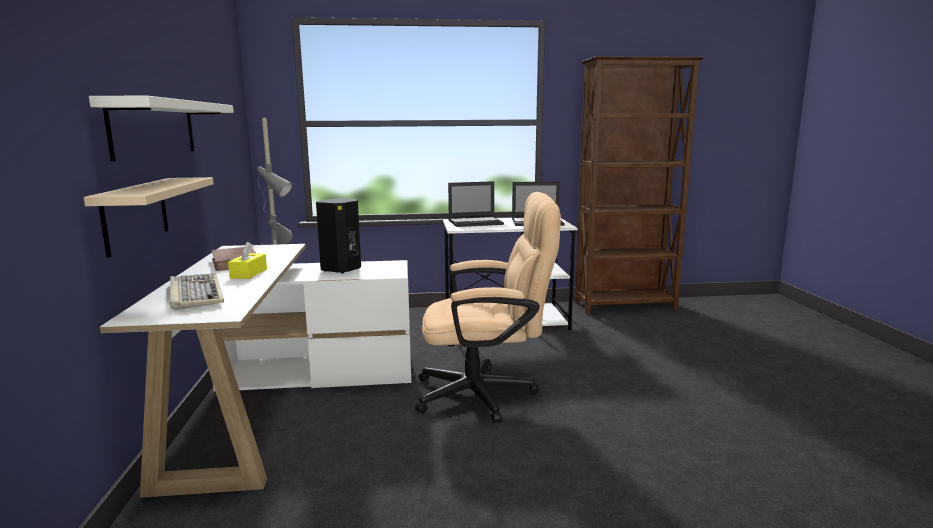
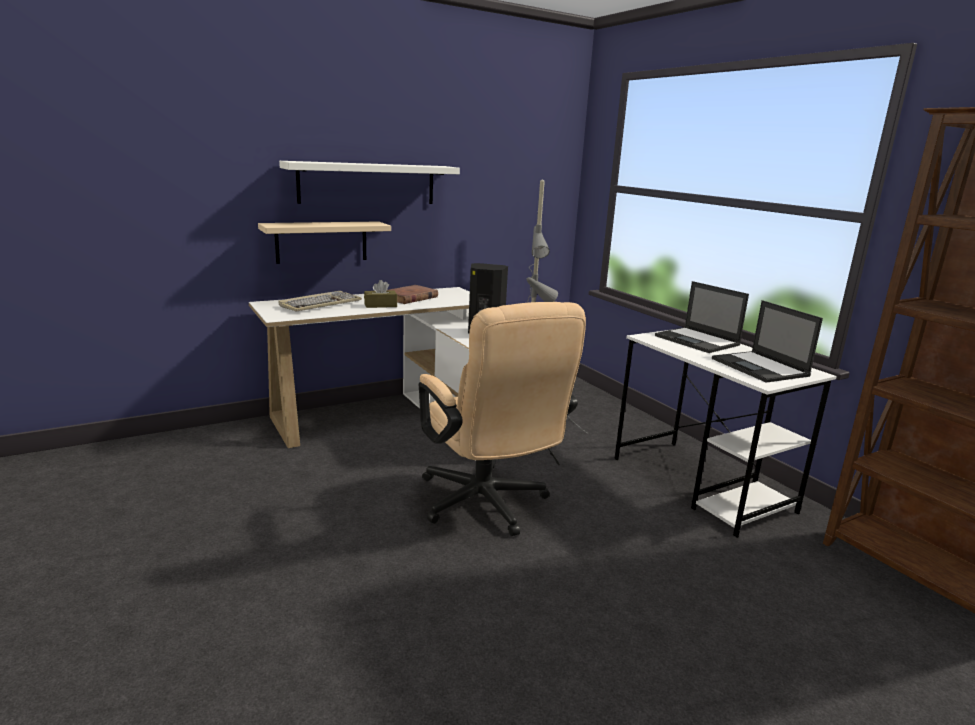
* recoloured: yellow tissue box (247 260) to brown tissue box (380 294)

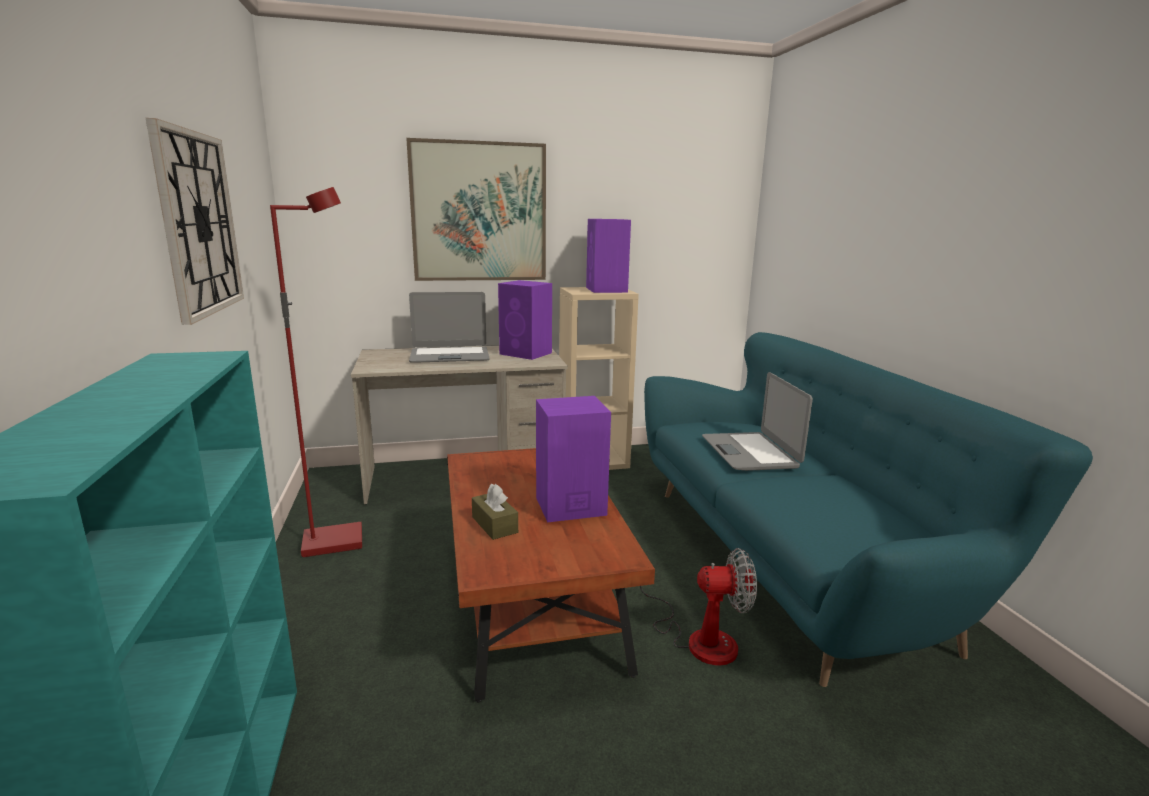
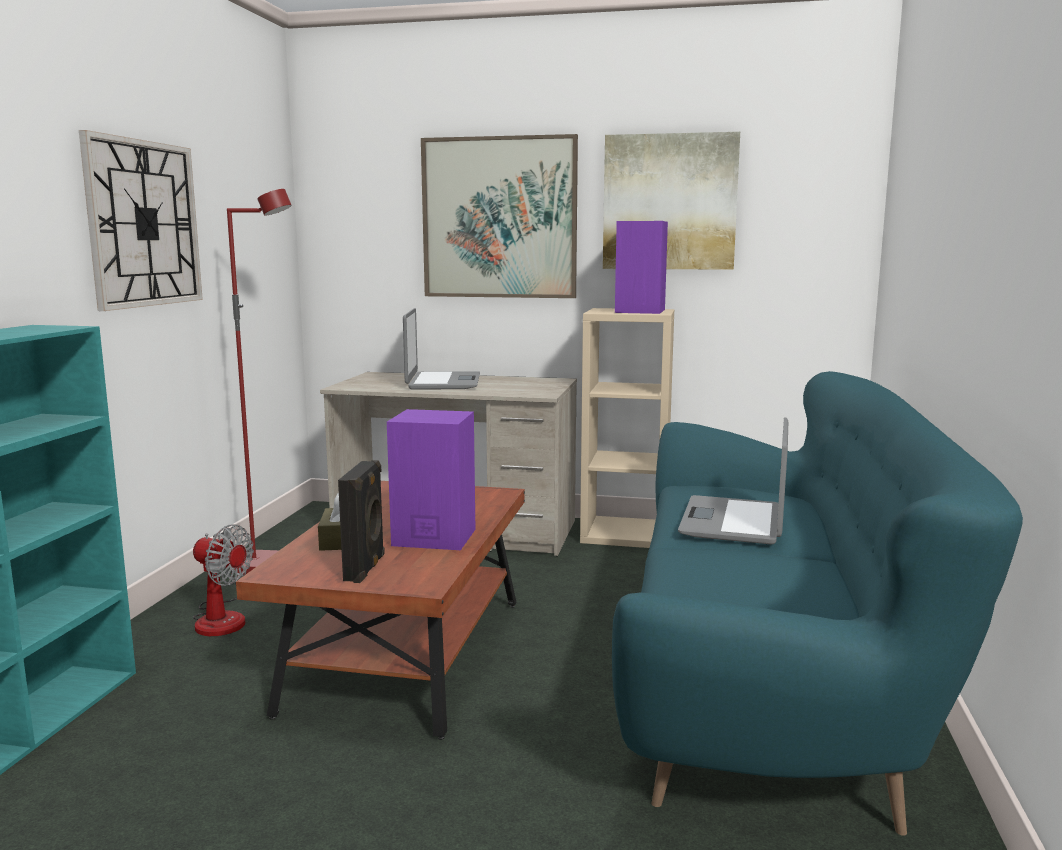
* turned: laptop (449 327) = (441 348) 105 degrees counterclockwise
* removed: purple speaker (525 320)
* moved: fan (698 607) to (223 580)
* added: black speaker (361 521)
* added: picture (671 201)

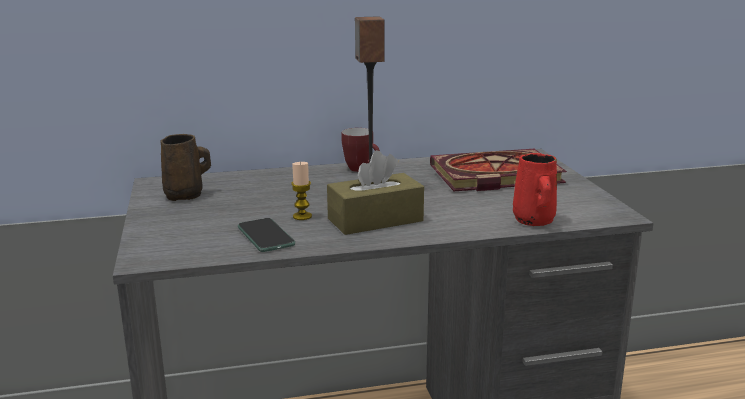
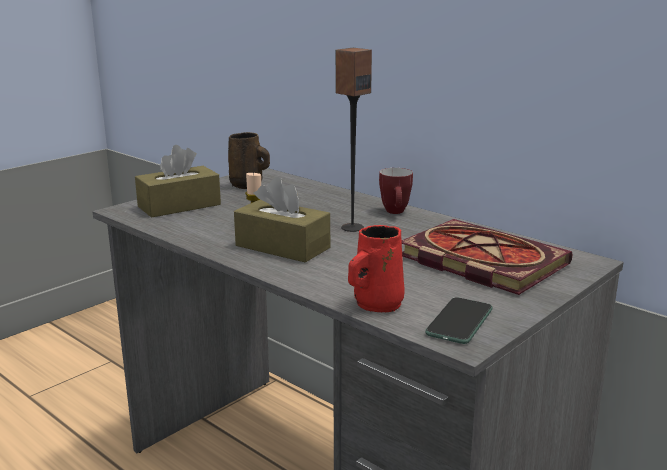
* moved: phone (266 235) to (458 320)
* added: brown tissue box (178 181)

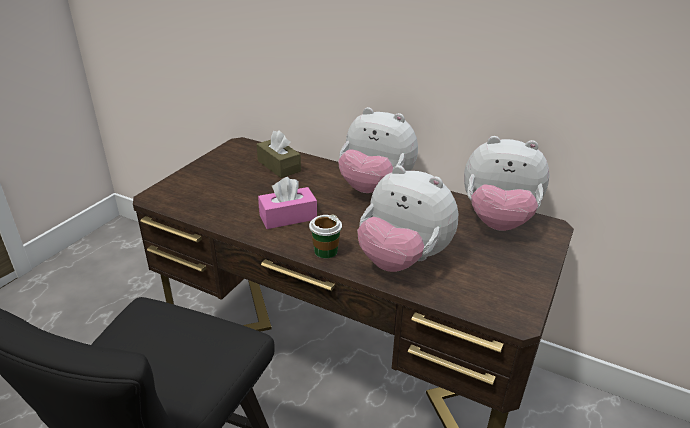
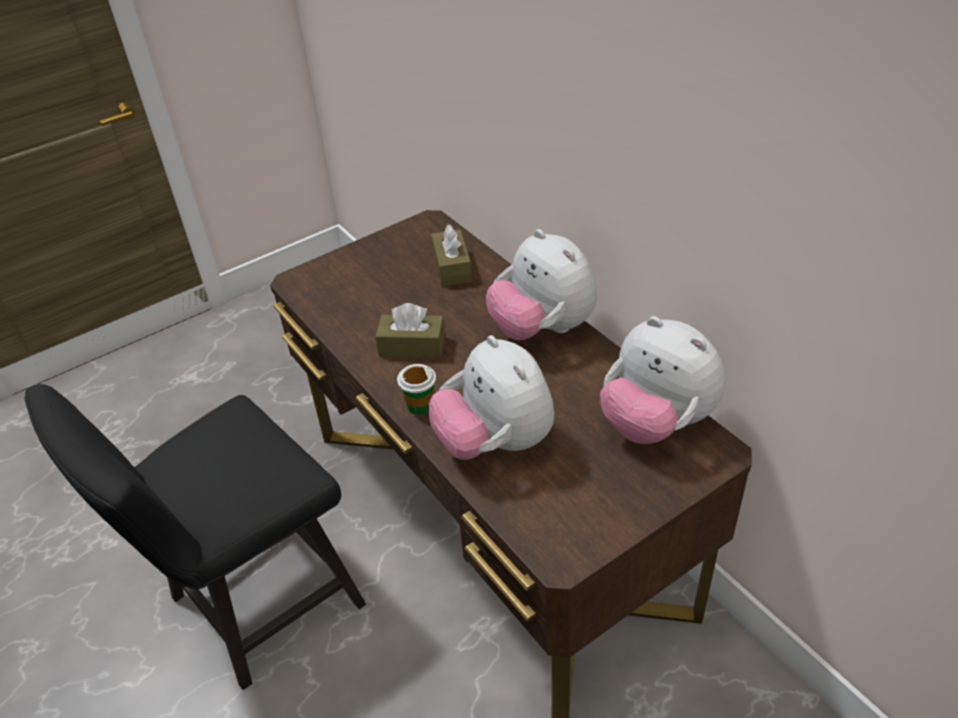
* recoloured: pink tissue box (287 203) to brown tissue box (410 330)

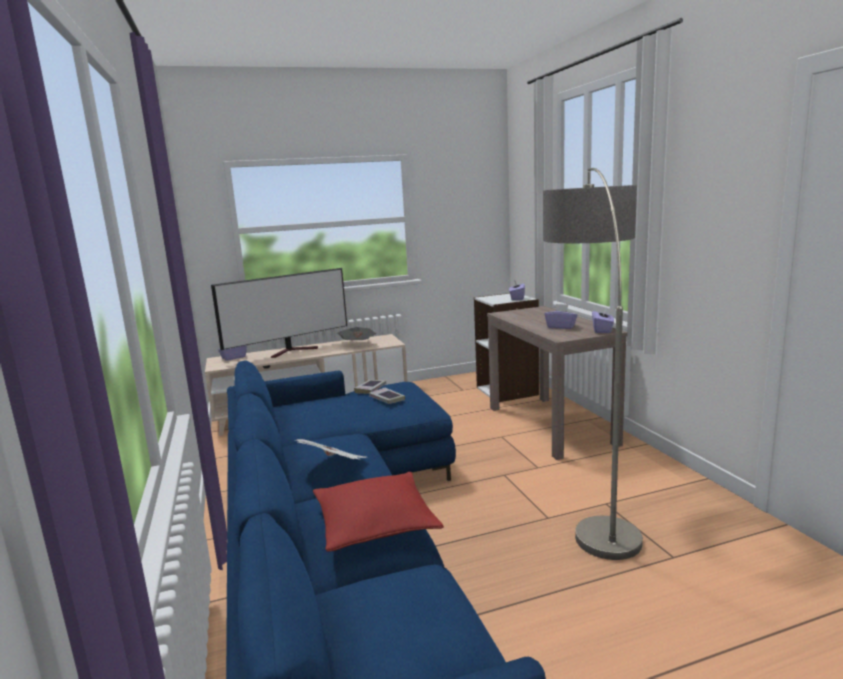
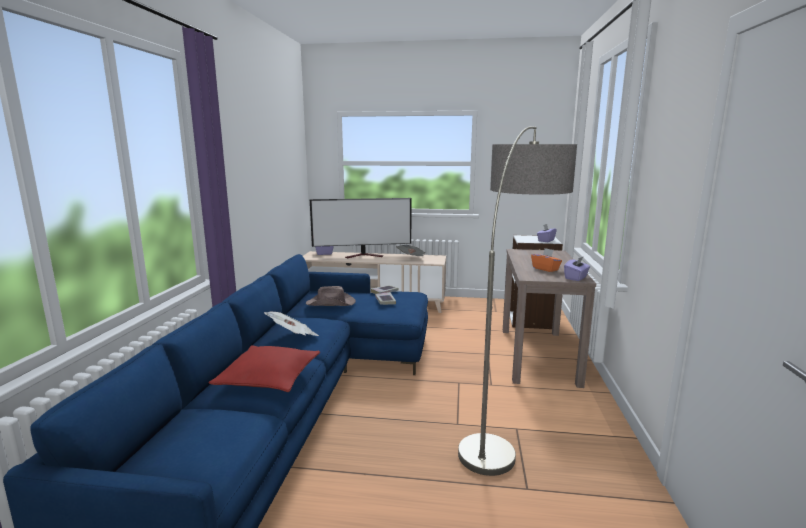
* recoloured: purple tissue box (561 316) to orange tissue box (546 260)
* added: brown hat (331 296)

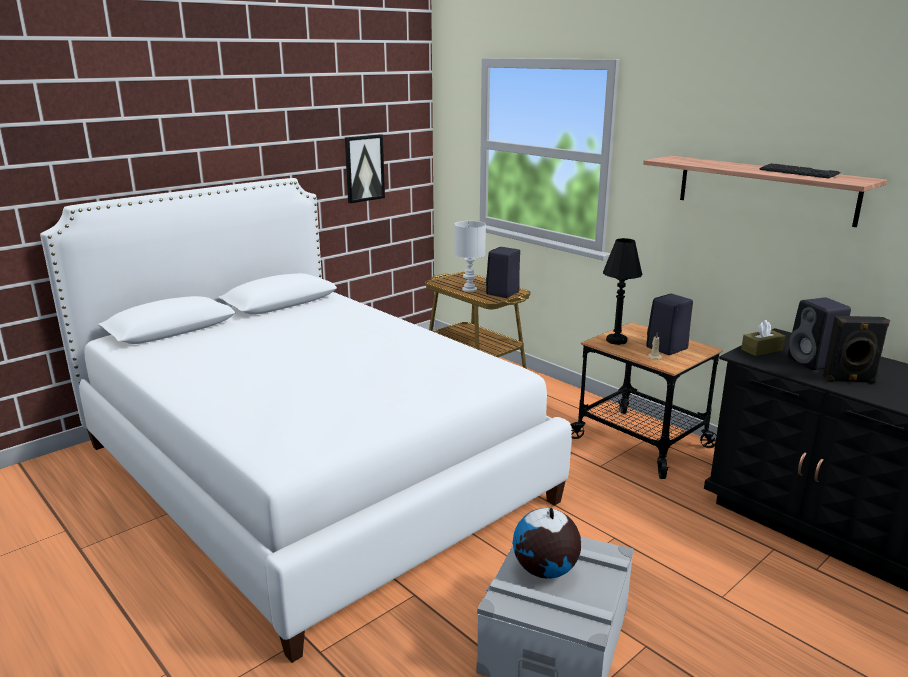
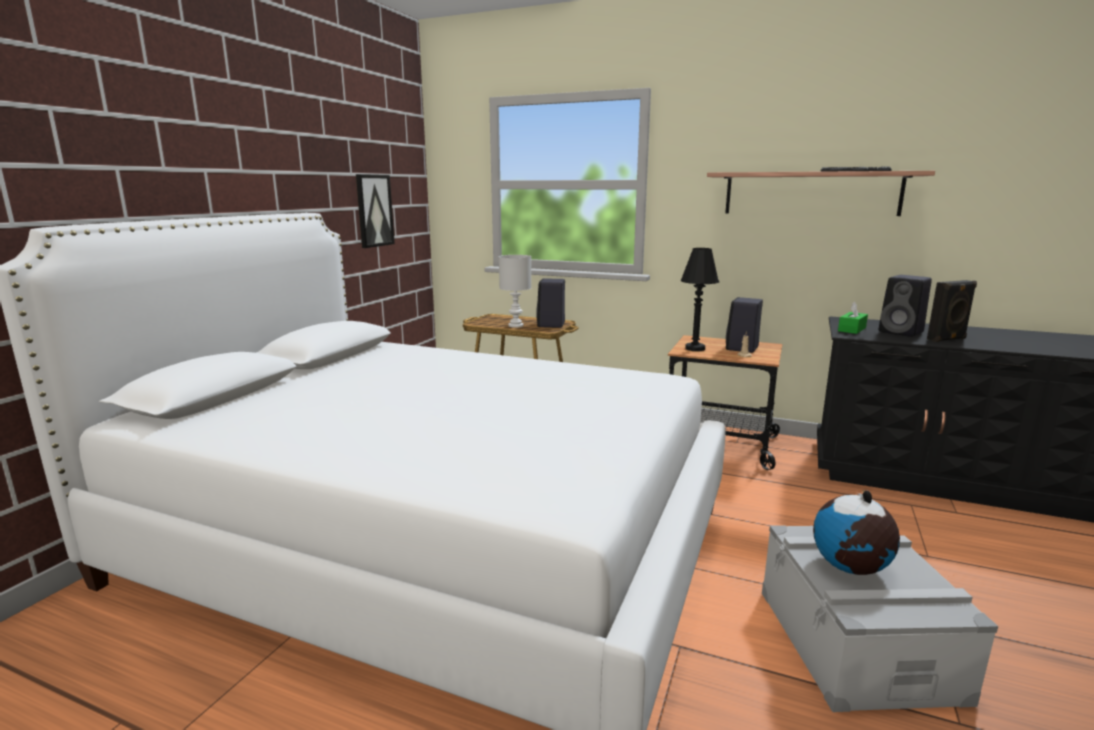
* recoloured: brown tissue box (763 338) to green tissue box (853 317)

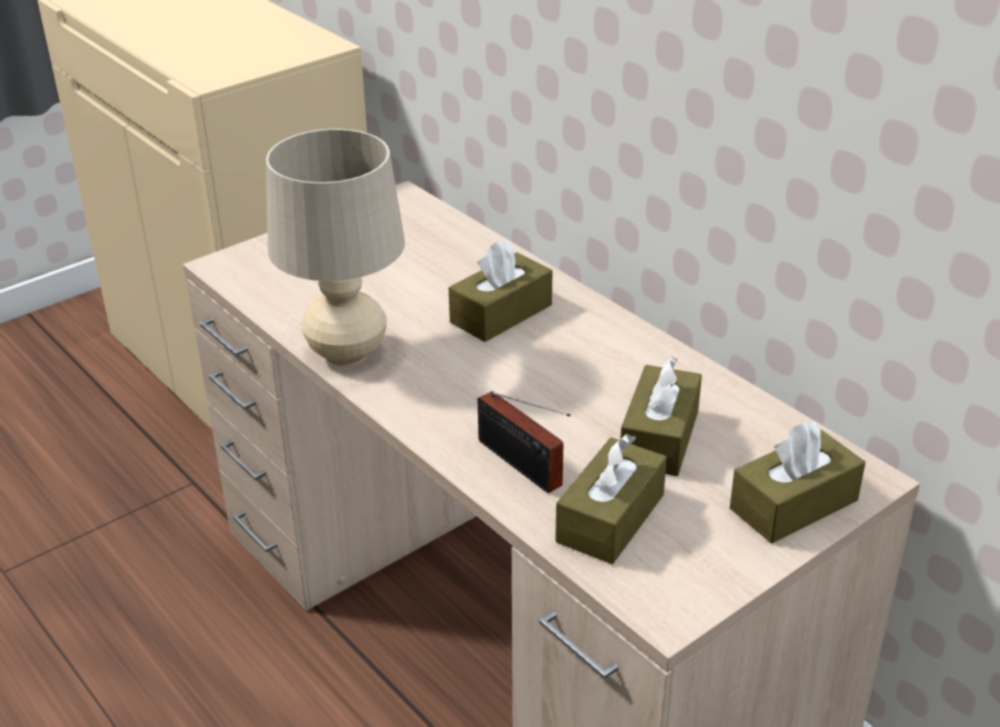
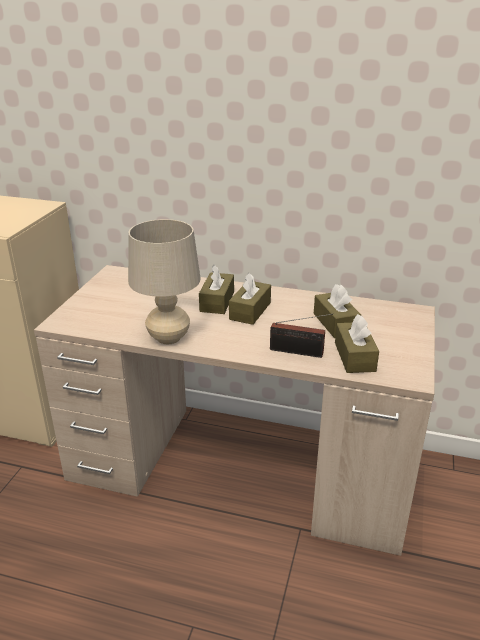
* moved: brown tissue box (797 482) to (250 299)

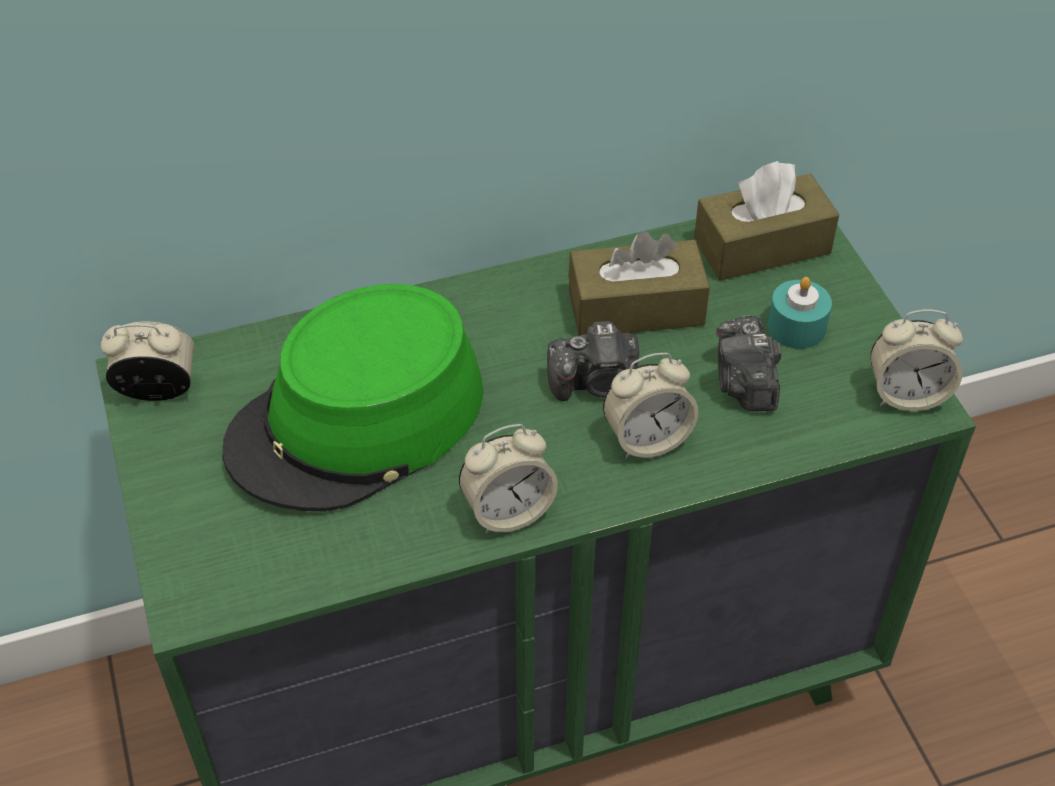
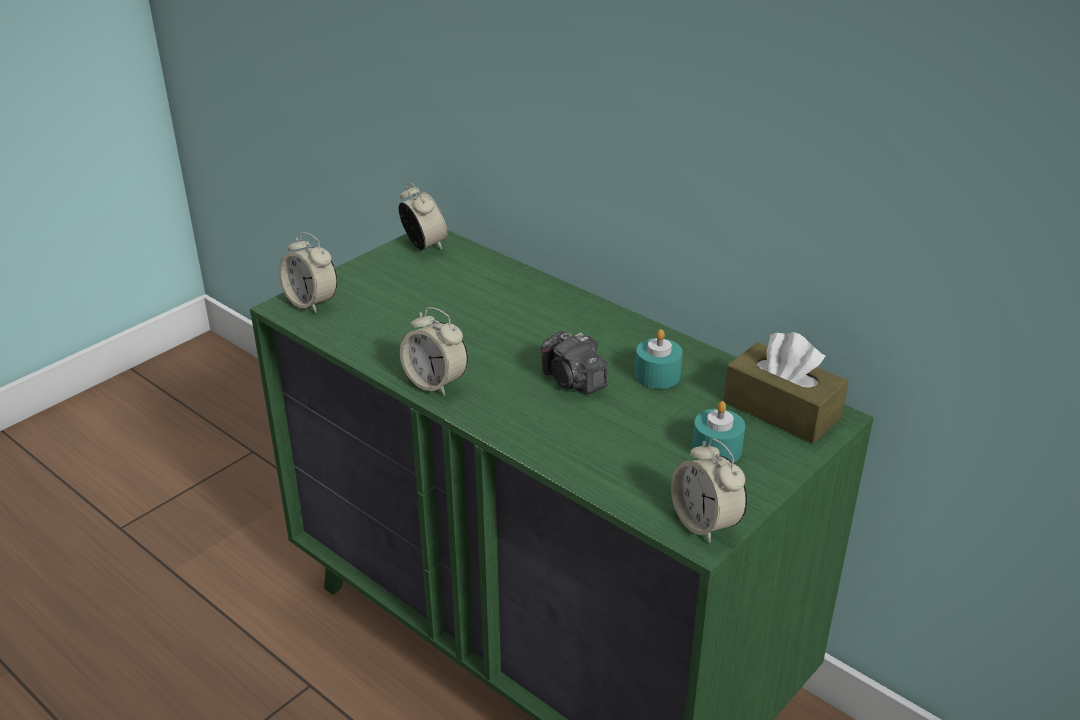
* removed: green hat (352 398)
* replaced: brown tissue box (639 283) to turquoise candle (659 359)
* moved: alarm clock (650 406) to (308 272)
* removed: photo camera (749 363)

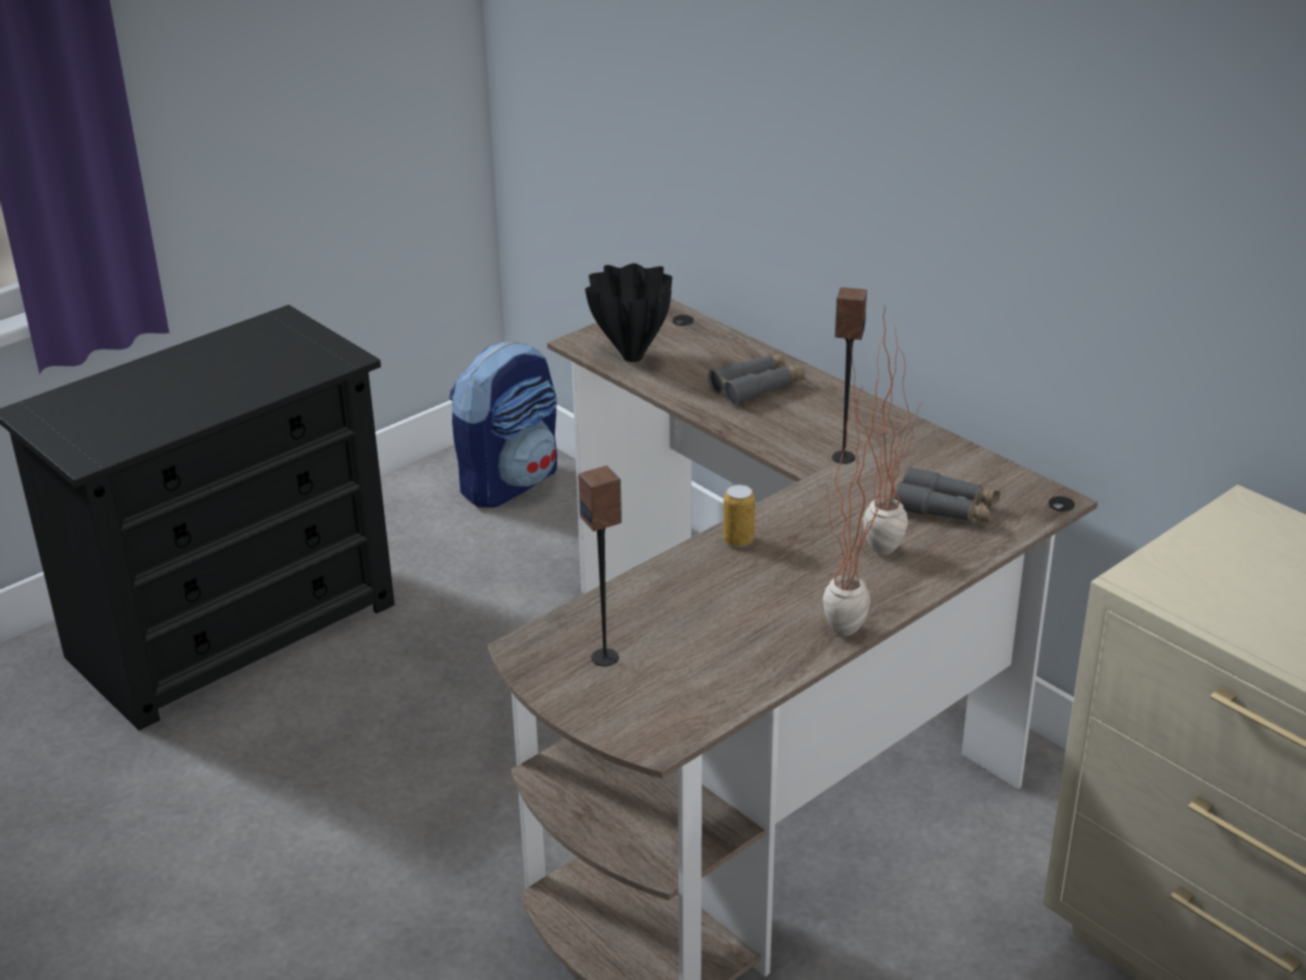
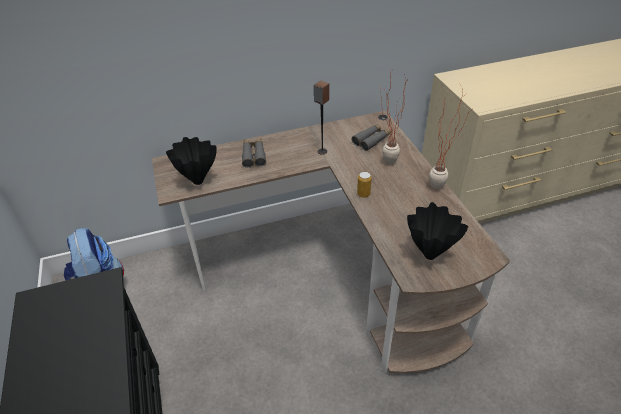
* replaced: speaker (600 566) to black vase (437 231)

